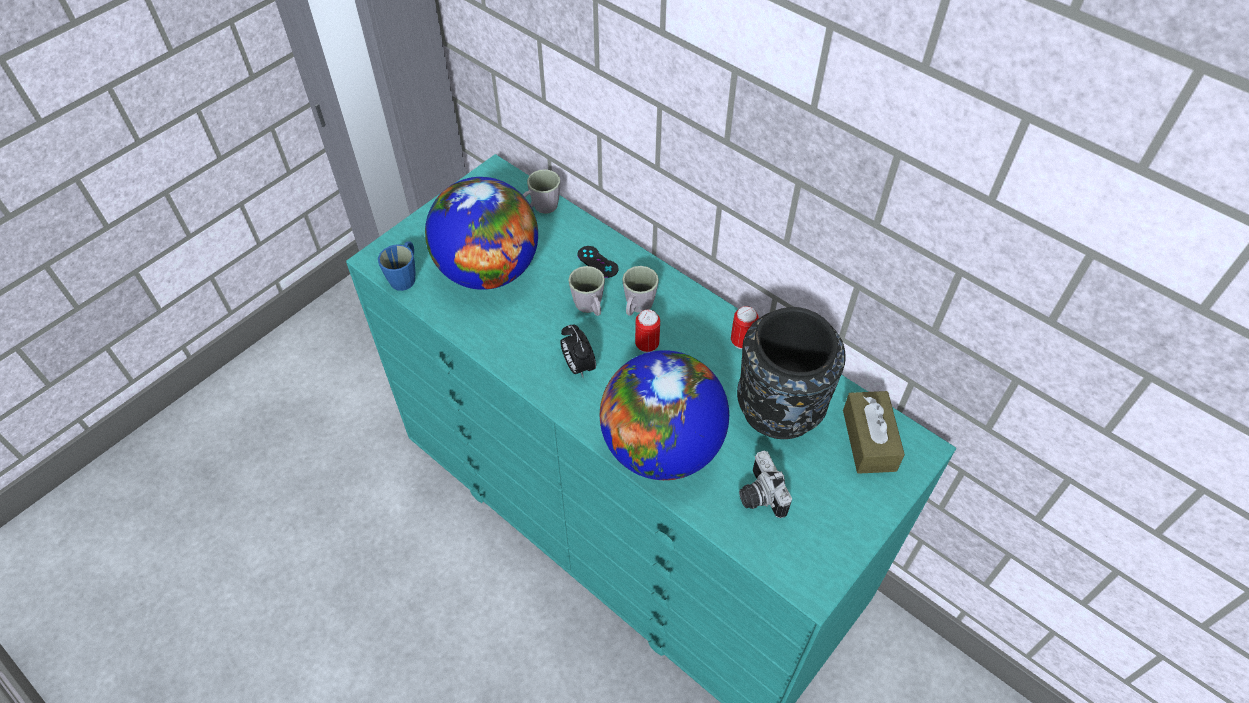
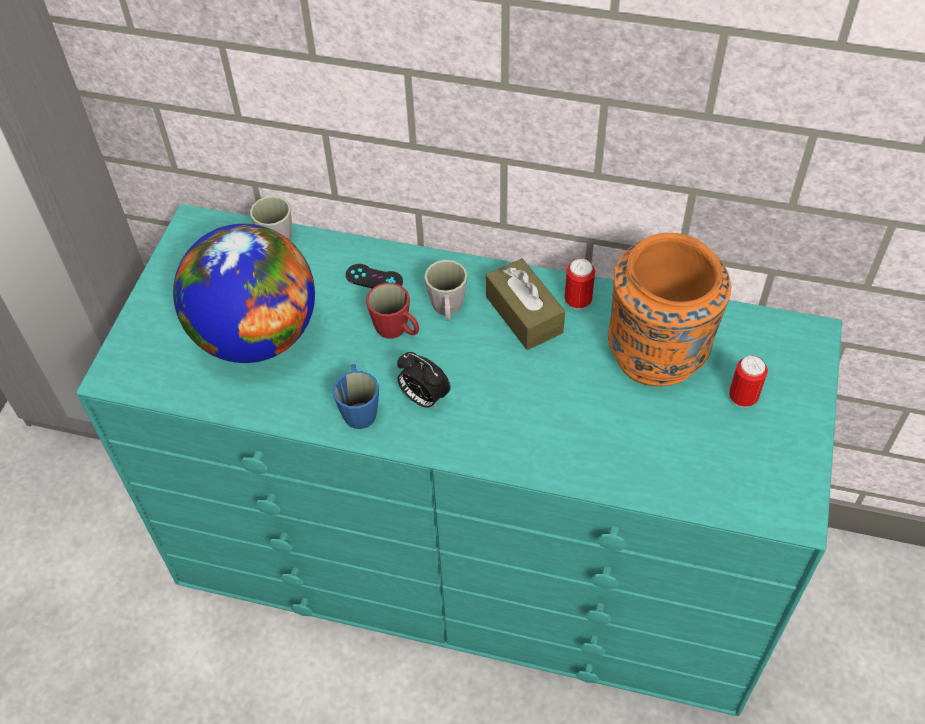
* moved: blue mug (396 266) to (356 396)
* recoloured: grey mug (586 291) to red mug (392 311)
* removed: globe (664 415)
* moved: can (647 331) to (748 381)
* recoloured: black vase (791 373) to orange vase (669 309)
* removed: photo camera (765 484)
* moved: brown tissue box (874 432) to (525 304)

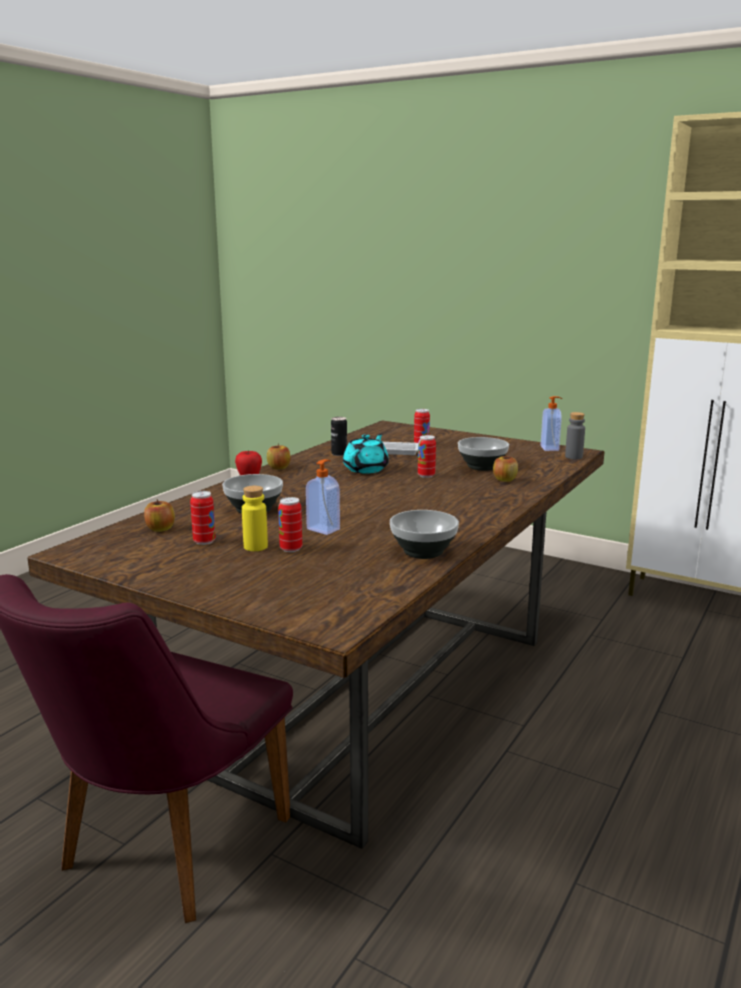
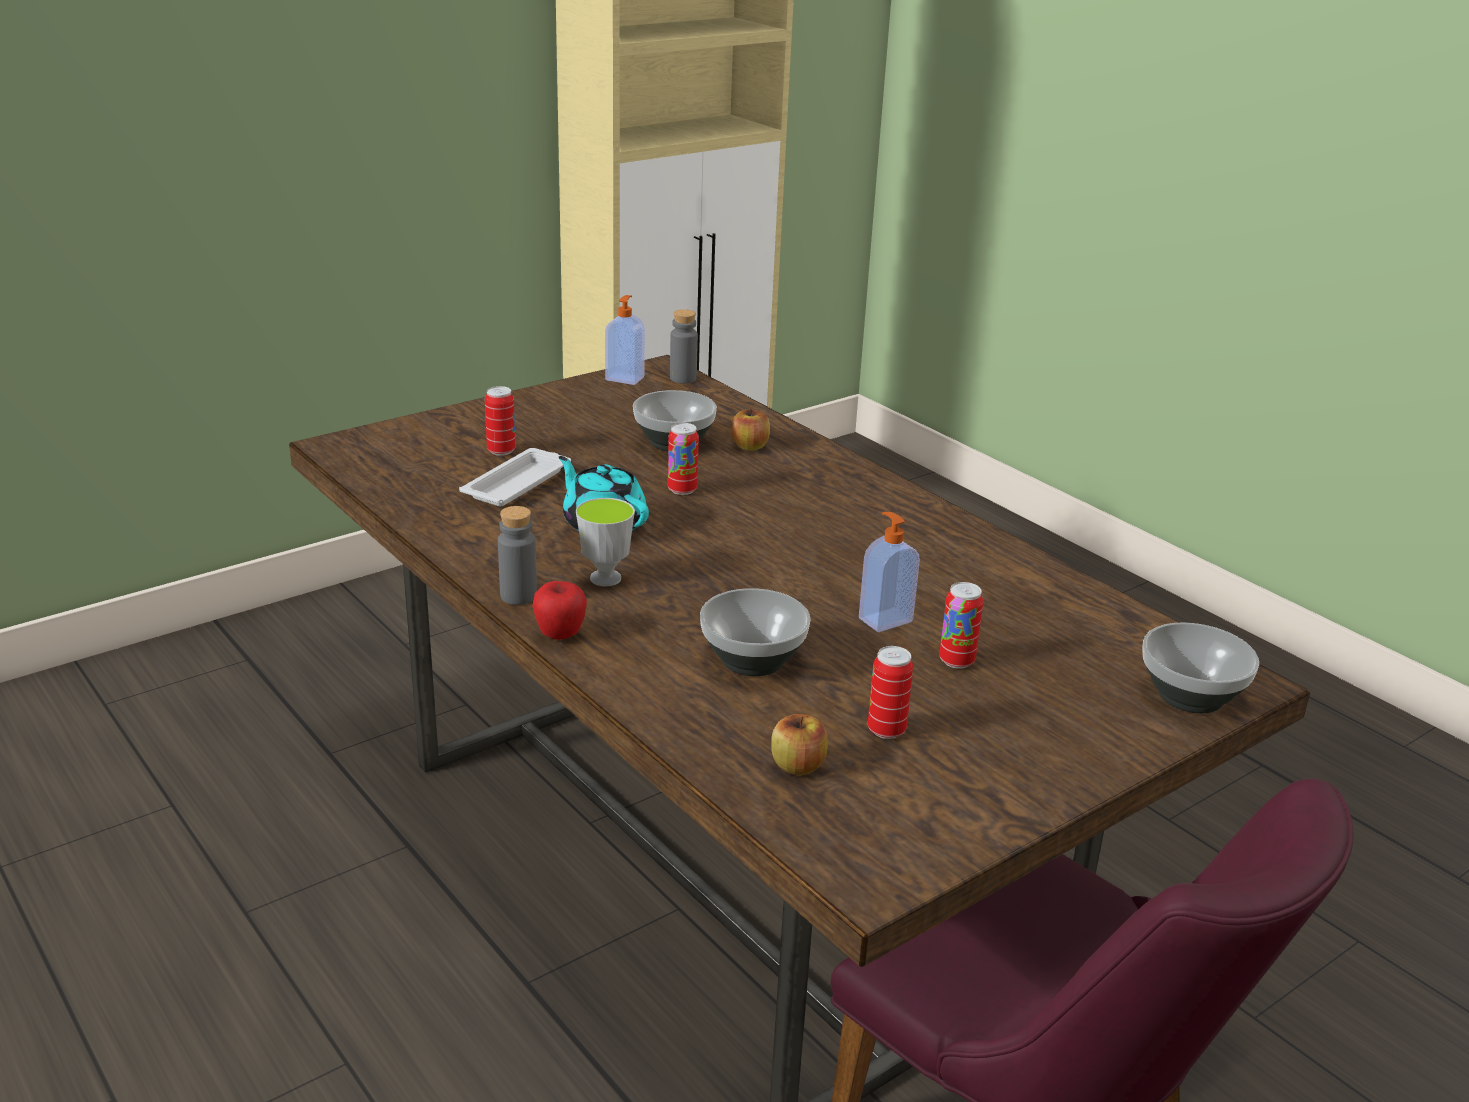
* removed: yellow bottle (255 518)
* replaced: apple (279 456) to grey bottle (517 555)
* removed: can (339 436)
* moved: bowl (424 534) to (1200 667)
* added: cup (605 542)

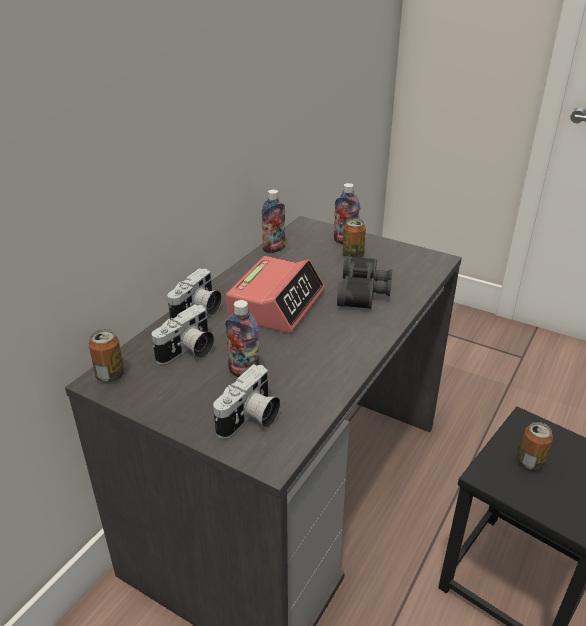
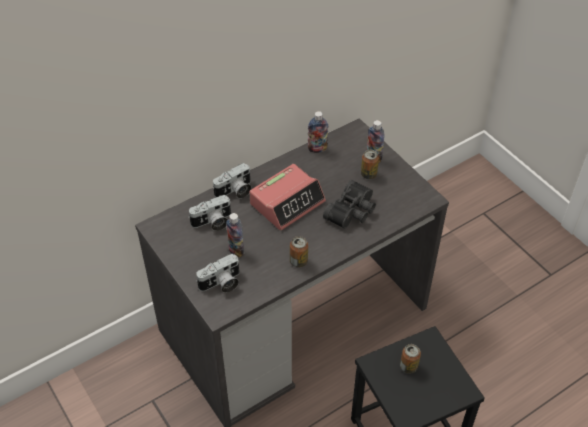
* moved: can (106 355) to (299 252)

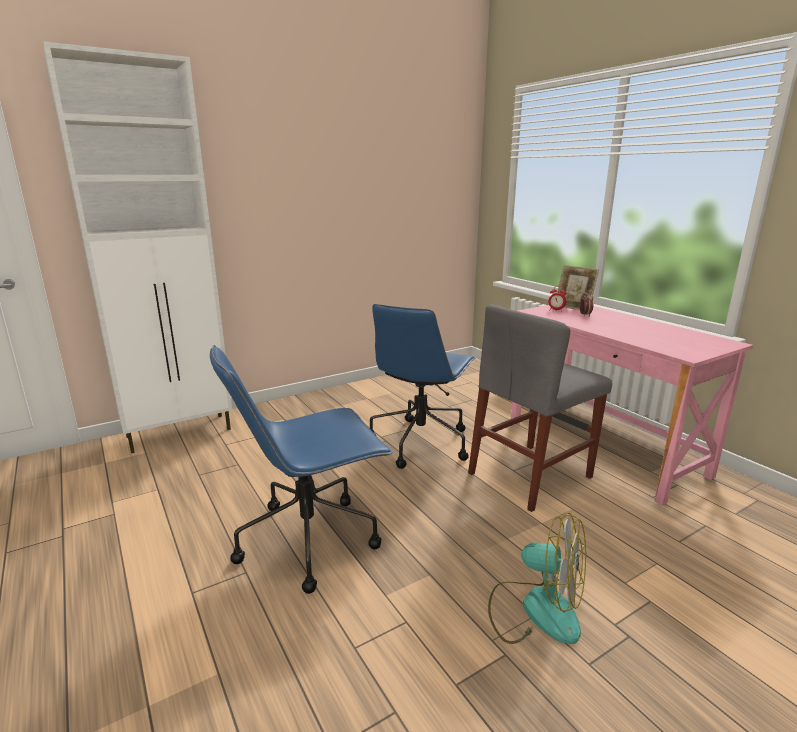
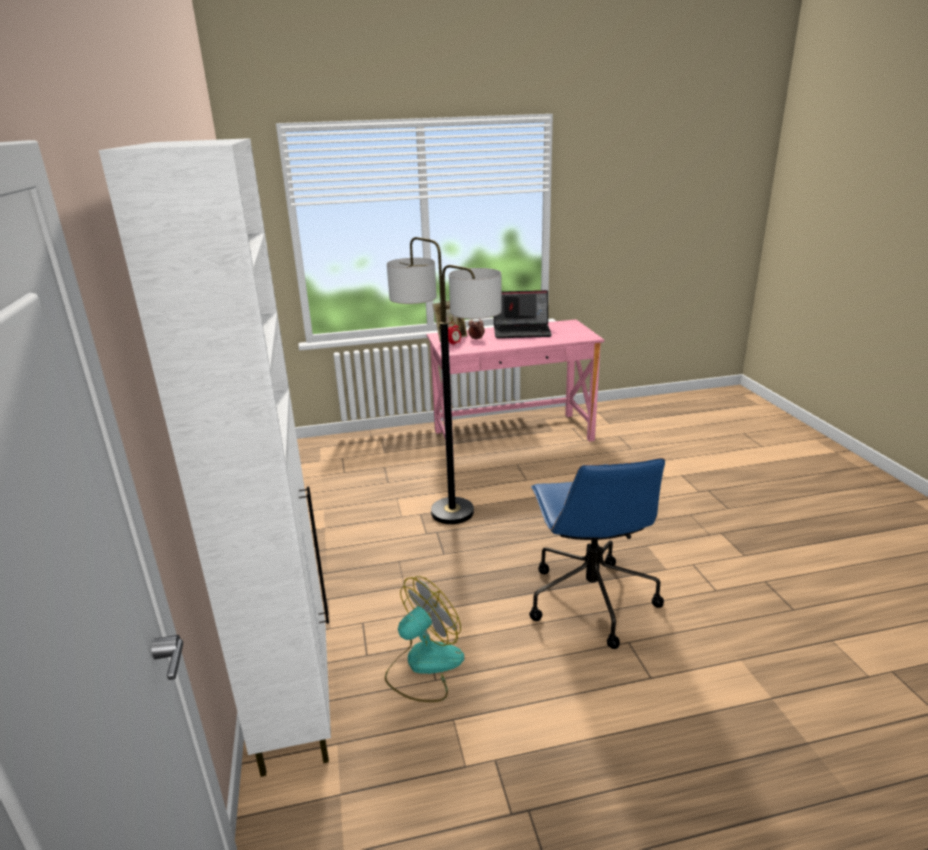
* replaced: blue office chair (423 386) to floor lamp (444 380)
* removed: grey chair (540 408)
* moved: fan (537 578) to (425 639)
* added: laptop (523 314)

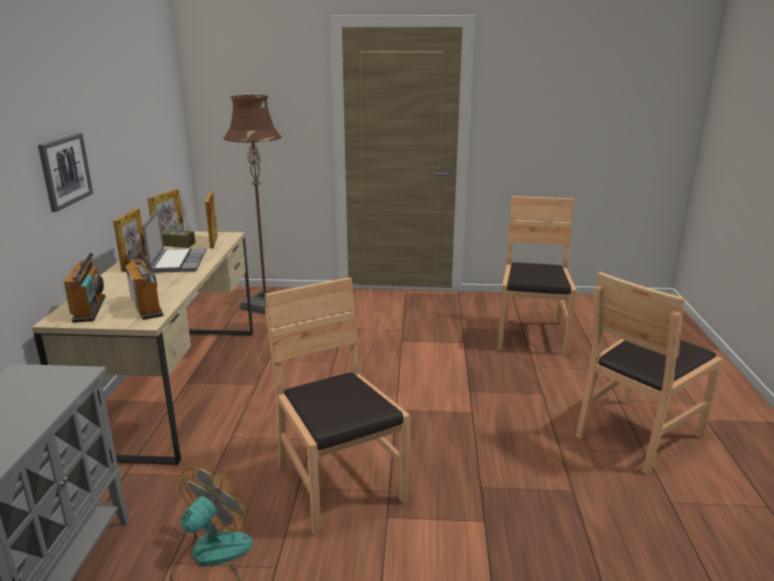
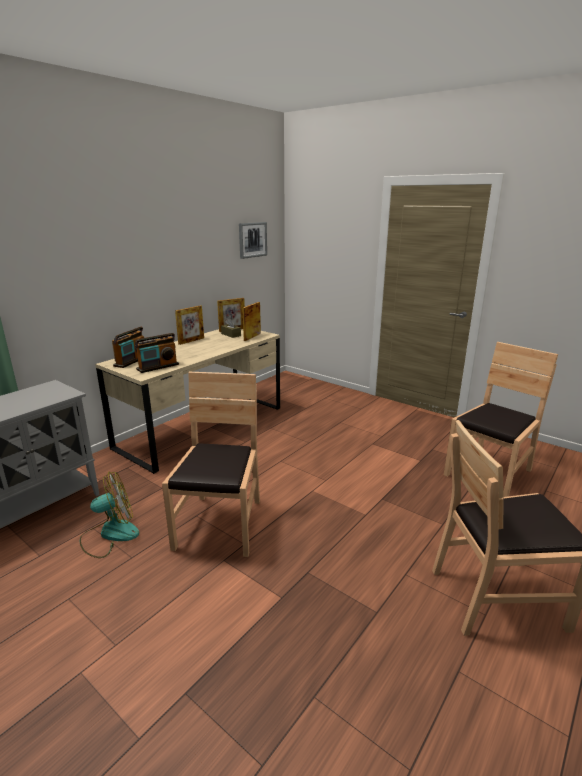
* moved: picture (65 172) to (253 240)
* turned: radio (145 285) = (157 353) 45 degrees clockwise
* removed: laptop (174 241)
* removed: brown floor lamp (252 204)

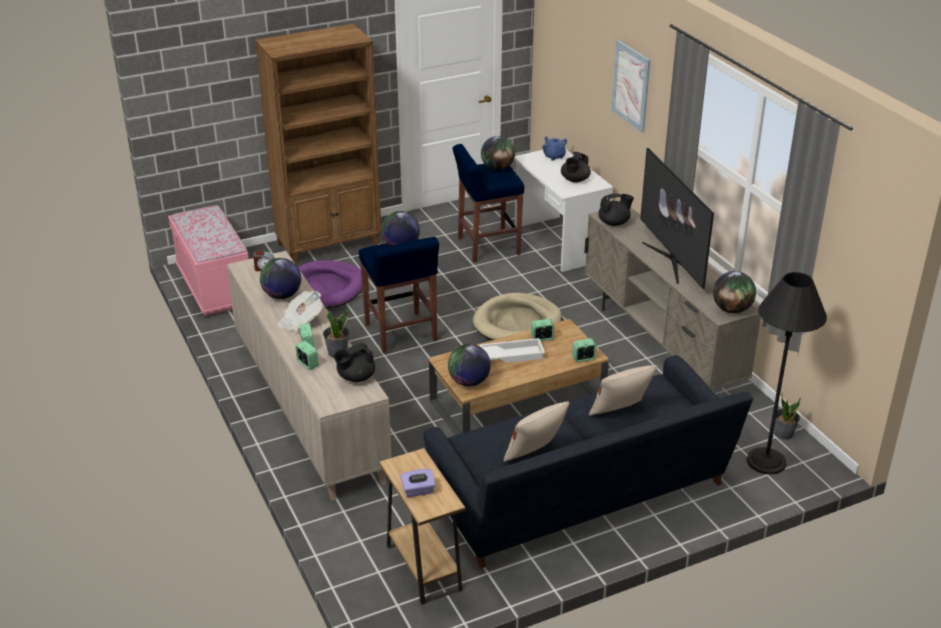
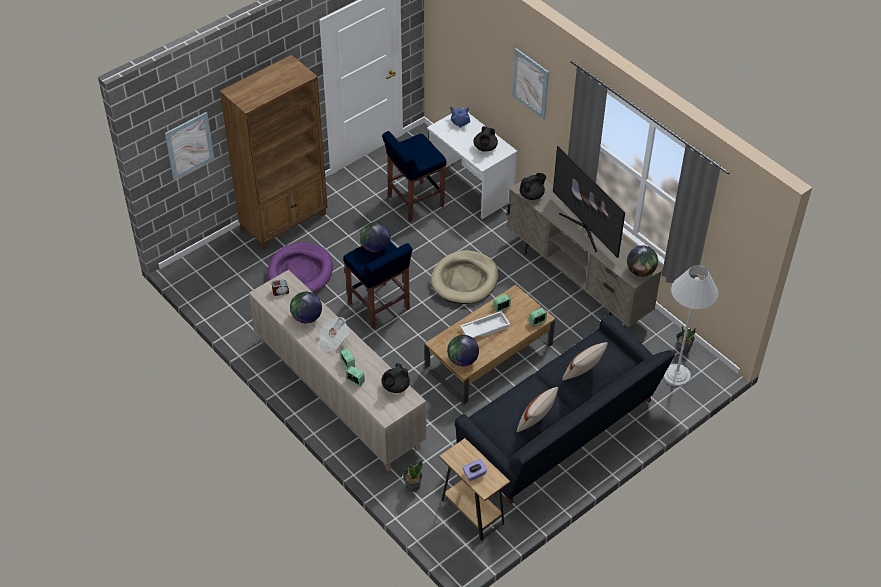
* removed: pink bench (208 260)
* moved: potted plant (336 332) to (413 476)
* removed: globe (498 153)
* recoloured: black floor lamp (787 373) to white floor lamp (690 325)
* added: picture (189 146)

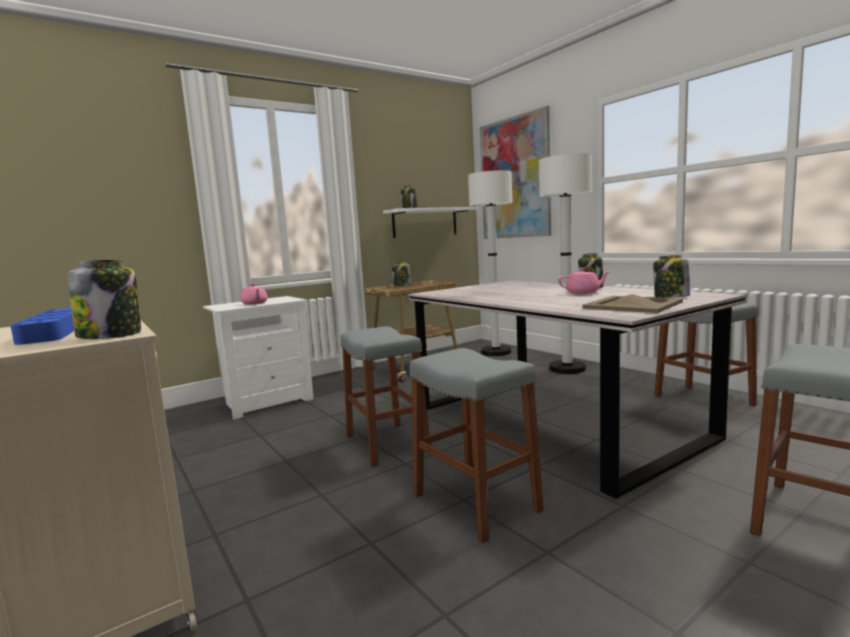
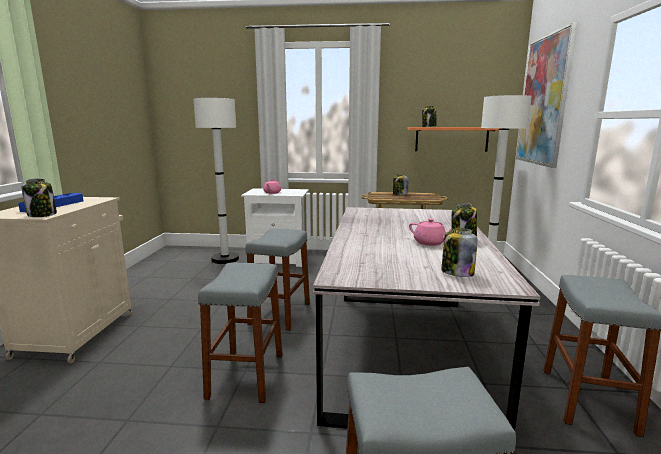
* recoloured: white shelf (431 222) to orange shelf (457 139)
* moved: white floor lamp (565 263) to (216 181)
* removed: beige tray (632 303)

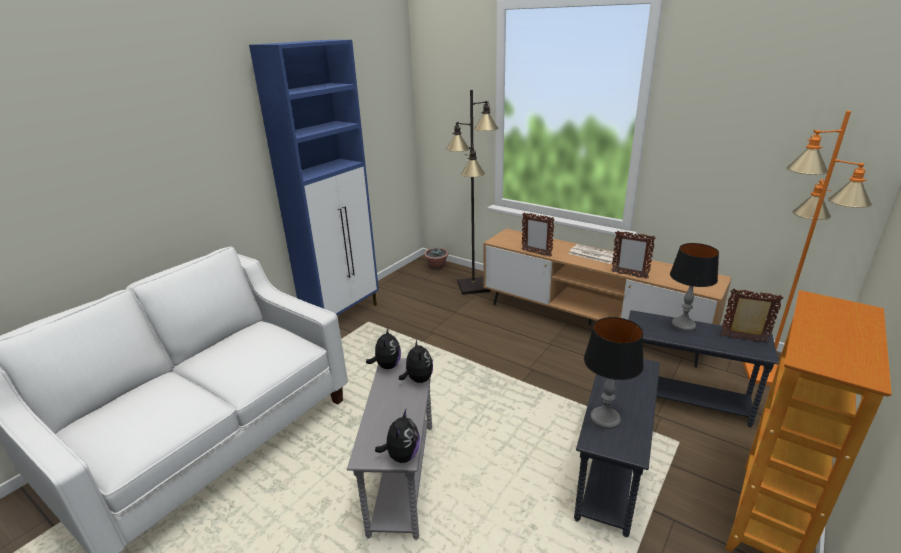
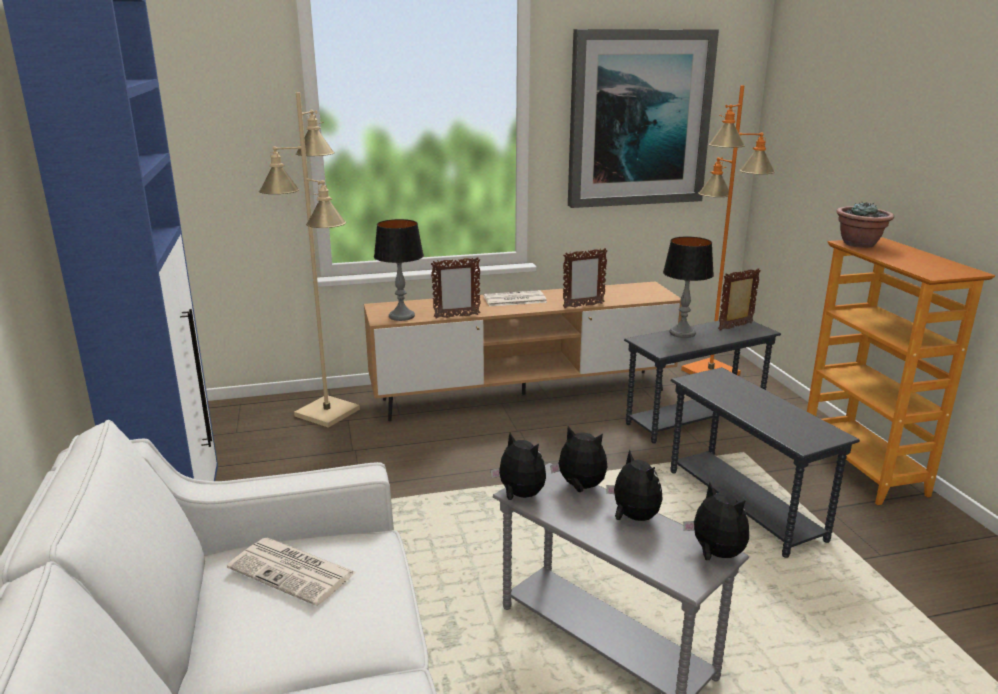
* moved: potted plant (436 258) to (865 225)
* recoloured: black floor lamp (472 192) to beige floor lamp (309 260)
* moved: table lamp (614 373) to (399 270)
* added: newspaper (292 572)
* added: picture (643 118)
* added: plush toy (634 485)

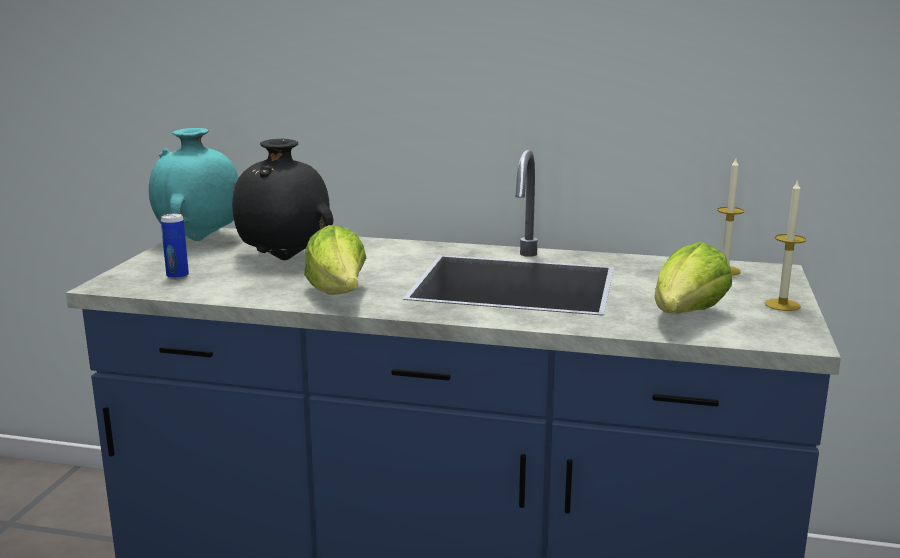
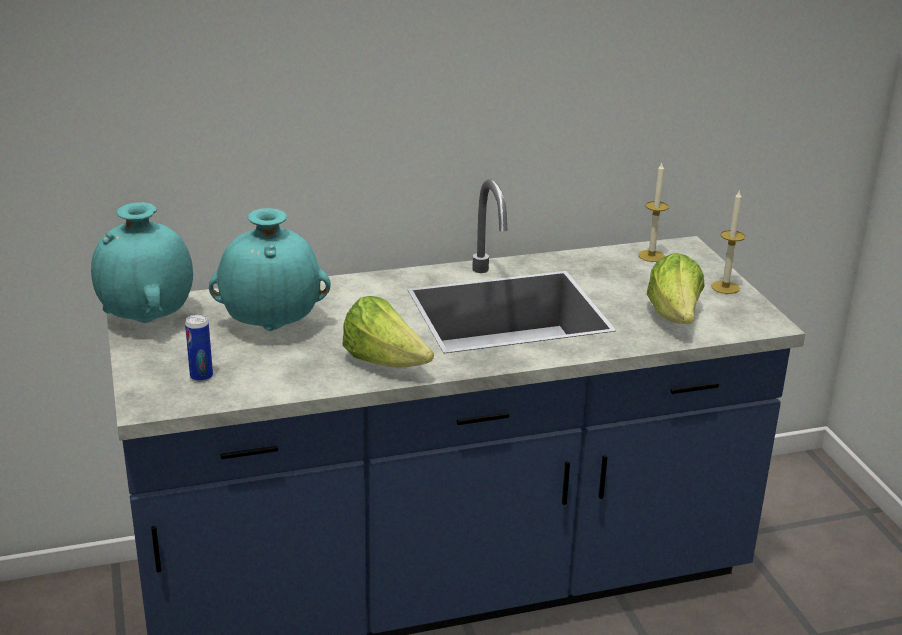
* recoloured: black vase (282 199) to turquoise vase (270 269)

